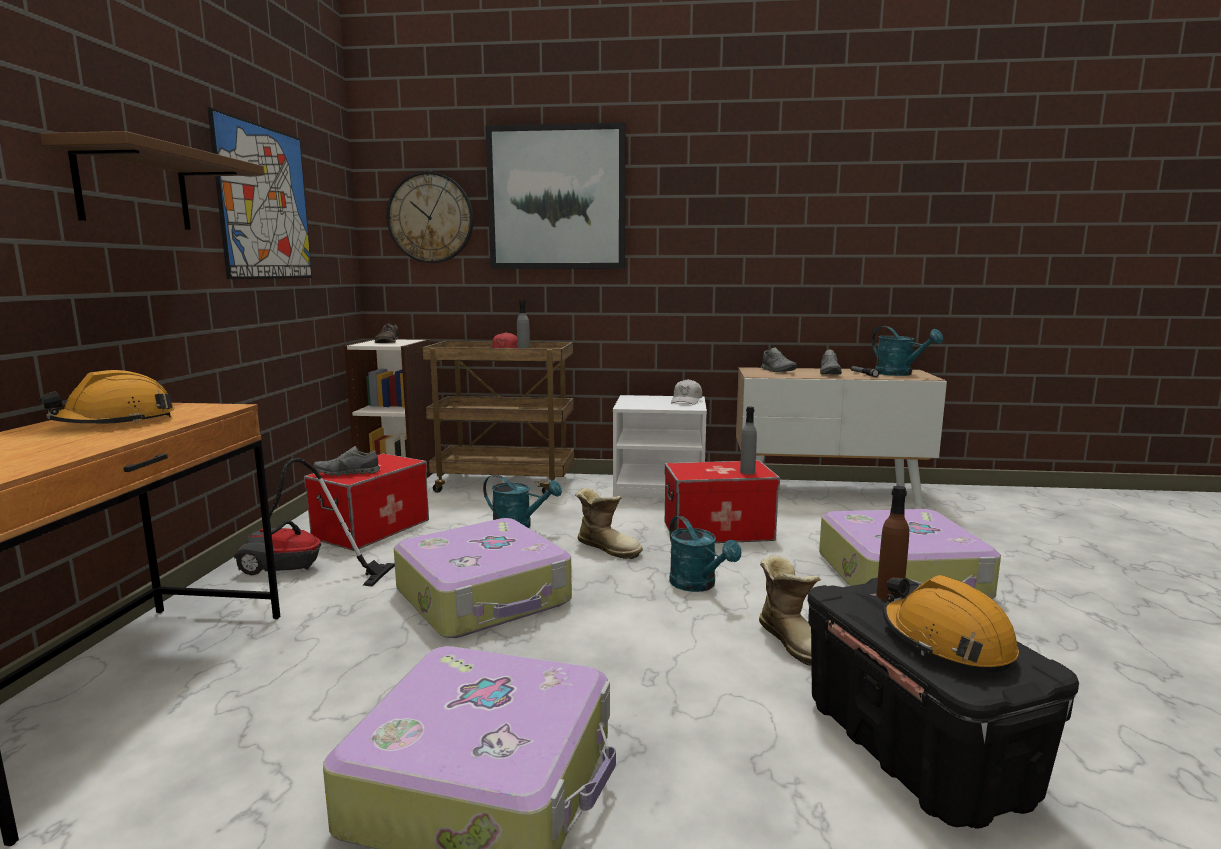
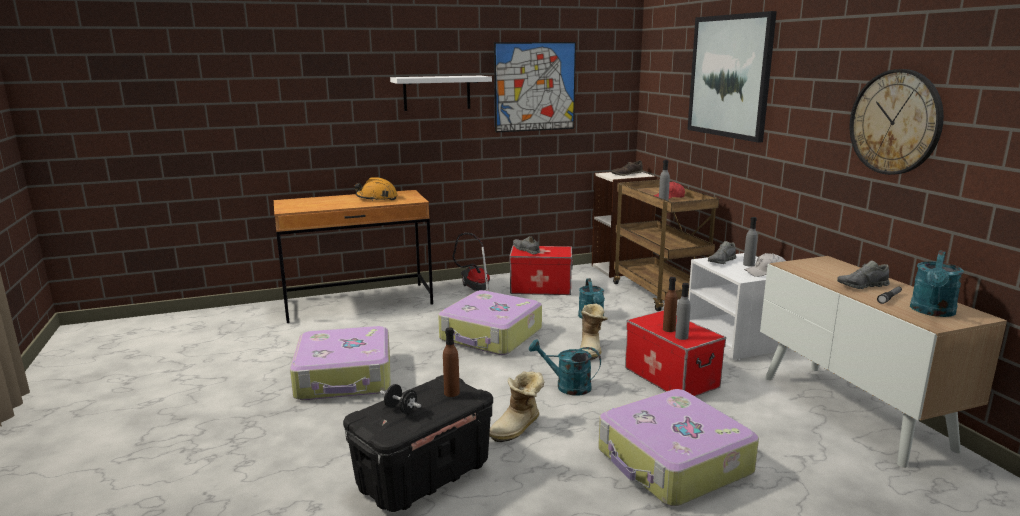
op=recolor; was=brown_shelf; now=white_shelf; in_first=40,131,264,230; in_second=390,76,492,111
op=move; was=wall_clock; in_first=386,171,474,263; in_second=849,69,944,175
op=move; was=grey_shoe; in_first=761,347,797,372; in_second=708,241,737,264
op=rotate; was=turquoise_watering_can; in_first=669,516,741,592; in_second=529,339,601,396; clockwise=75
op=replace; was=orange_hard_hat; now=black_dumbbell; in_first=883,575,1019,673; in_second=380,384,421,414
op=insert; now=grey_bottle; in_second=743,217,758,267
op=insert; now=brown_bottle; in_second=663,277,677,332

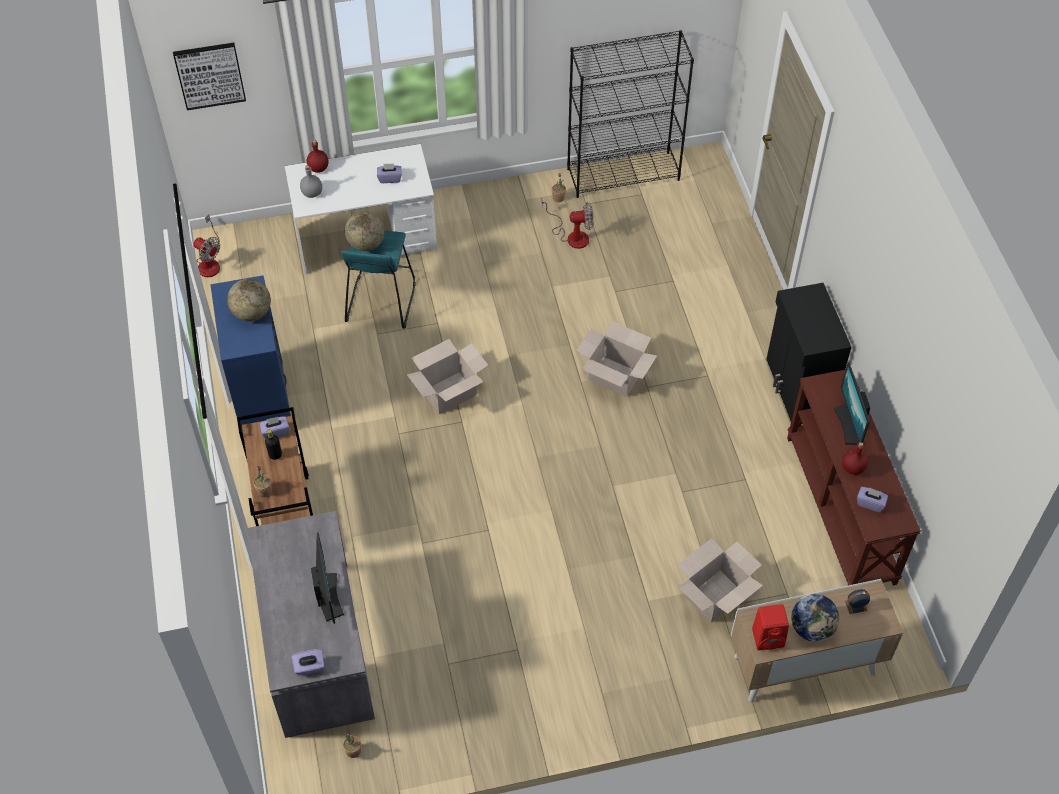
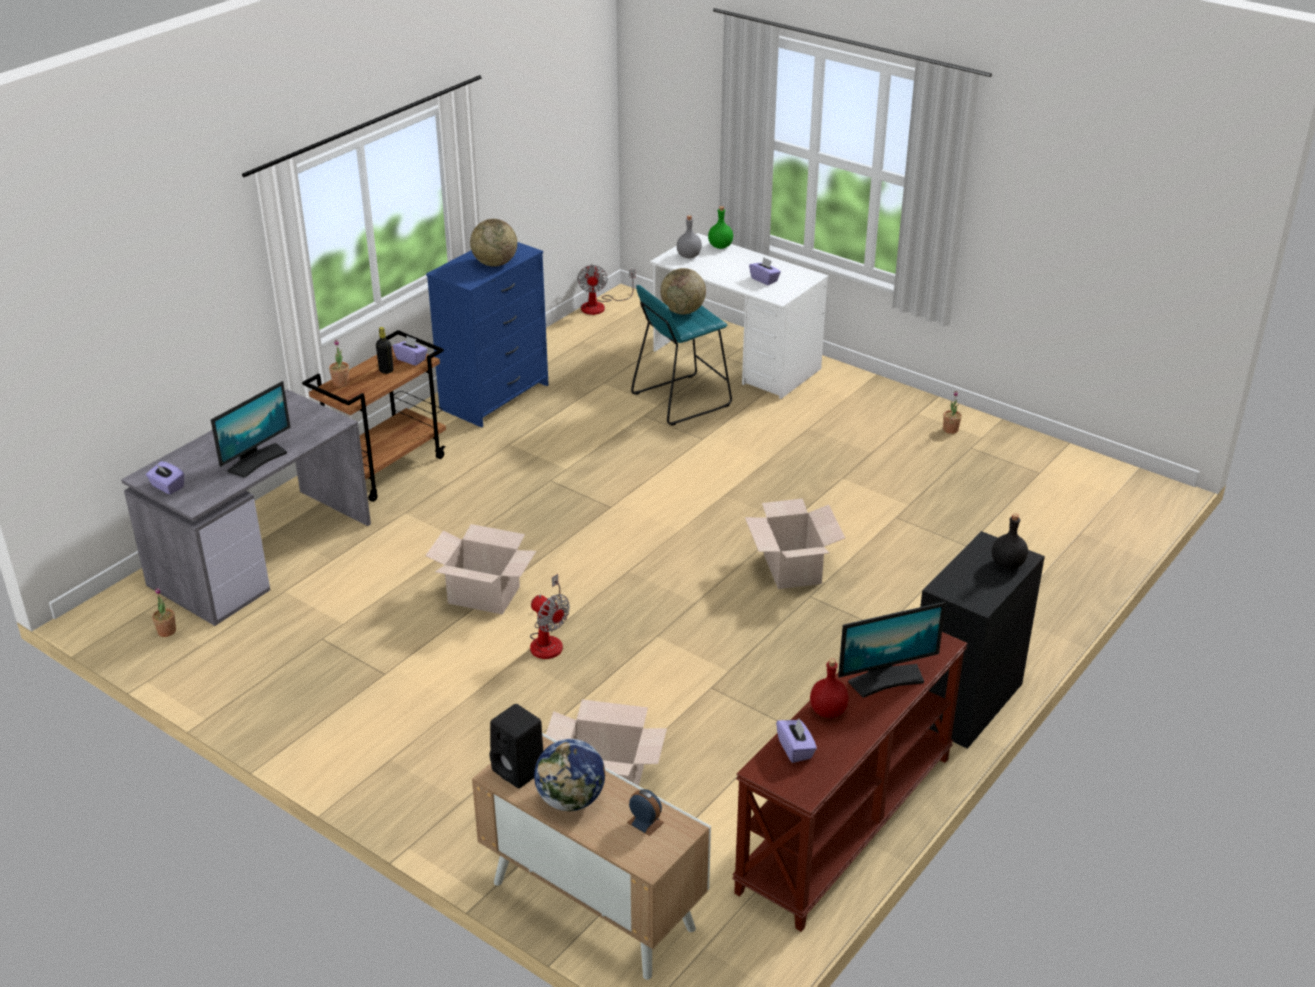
op=delete; was=black_bookcase; in_first=567,30,694,198
op=delete; was=picture; in_first=173,43,246,110
op=recolor; was=red_bottle; now=green_bottle; in_first=307,140,328,173; in_second=708,206,733,249
op=move; was=fan; in_first=542,200,594,249; in_second=530,574,570,659
op=move; was=cardboard_box; in_first=407,339,488,414; in_second=425,524,536,615
op=rotate; was=monitor; in_first=833,362,870,445; in_second=838,602,946,698; clockwise=-150
op=recolor; was=red_speaker; now=black_speaker; in_first=752,604,789,650; in_second=490,704,543,788
op=insert; now=black_bottle; in_second=992,514,1028,569

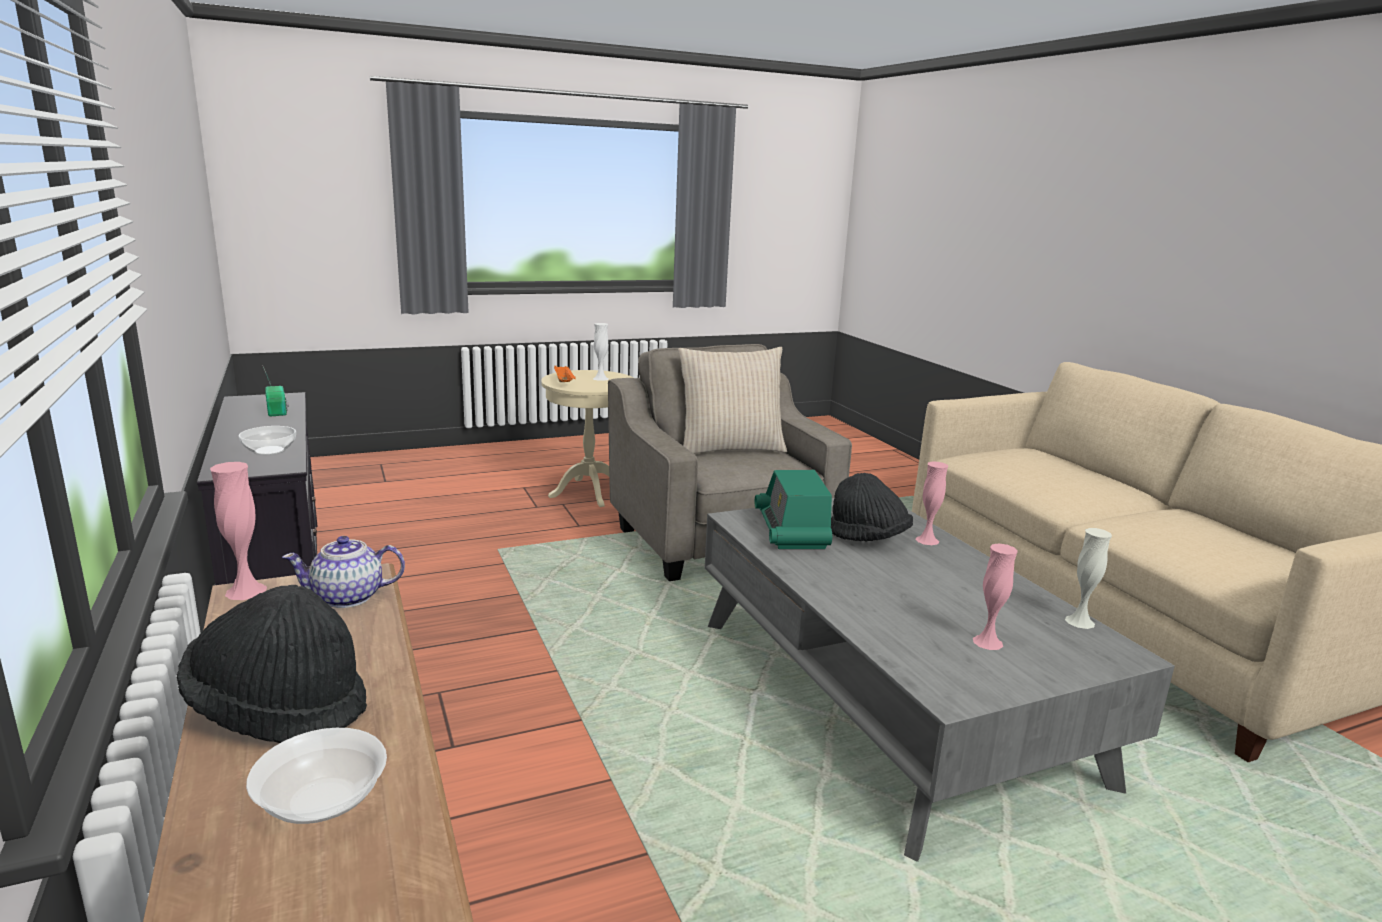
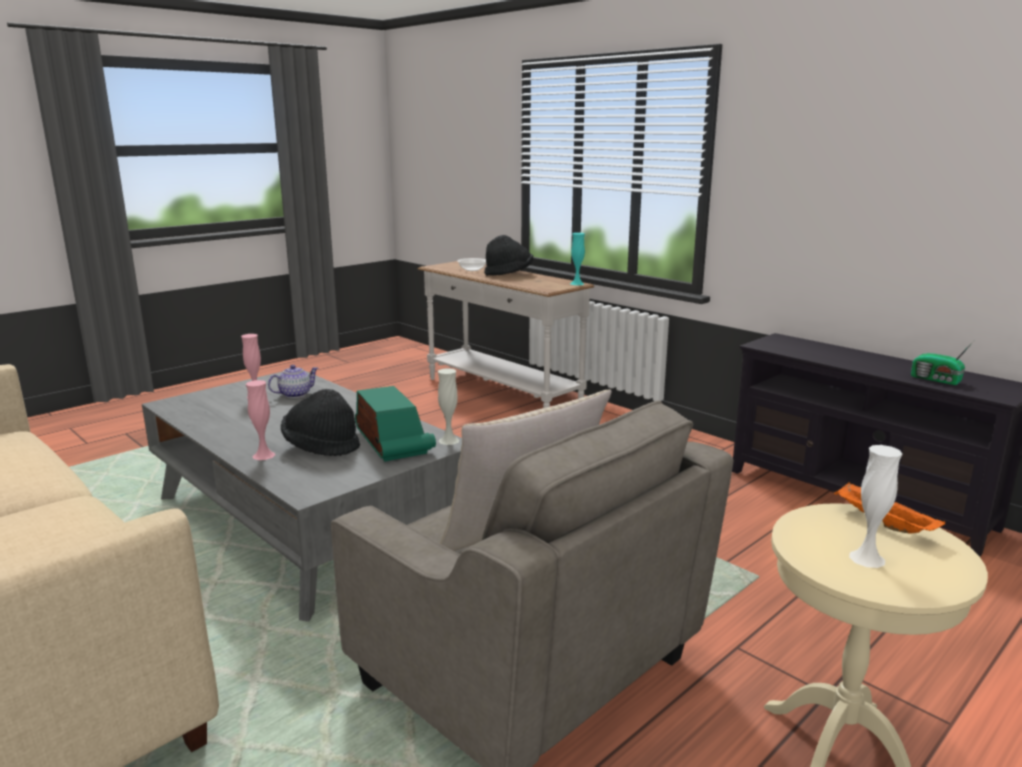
op=delete; was=bowl; in_first=239,426,296,455
op=recolor; was=pink_vase; now=turquoise_vase; in_first=210,462,267,600; in_second=570,233,585,285
op=move; was=white_vase; in_first=1065,528,1112,629; in_second=438,368,460,445
op=move; was=teapot; in_first=282,536,405,608; in_second=268,365,318,398

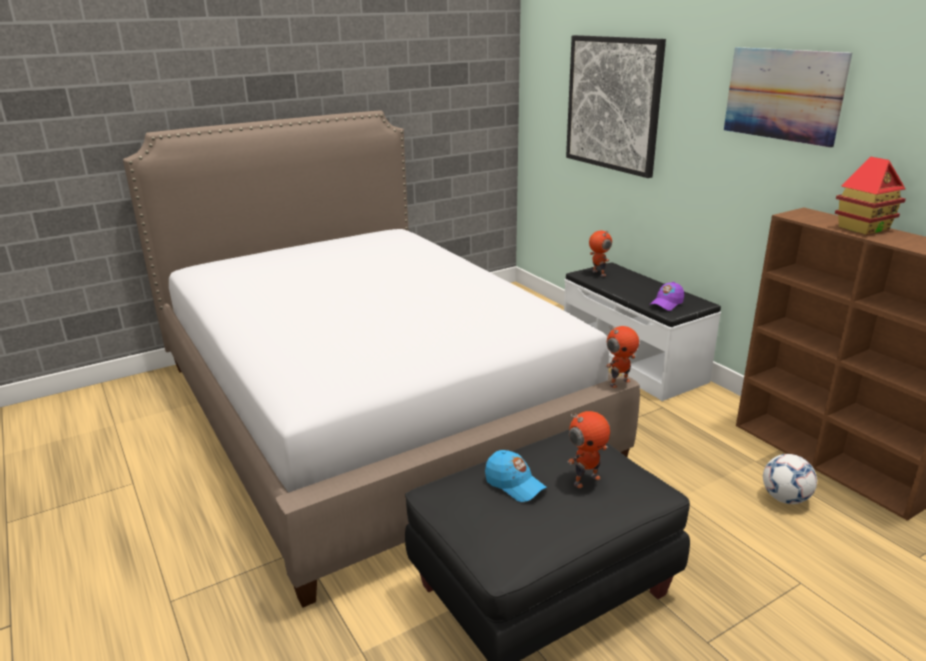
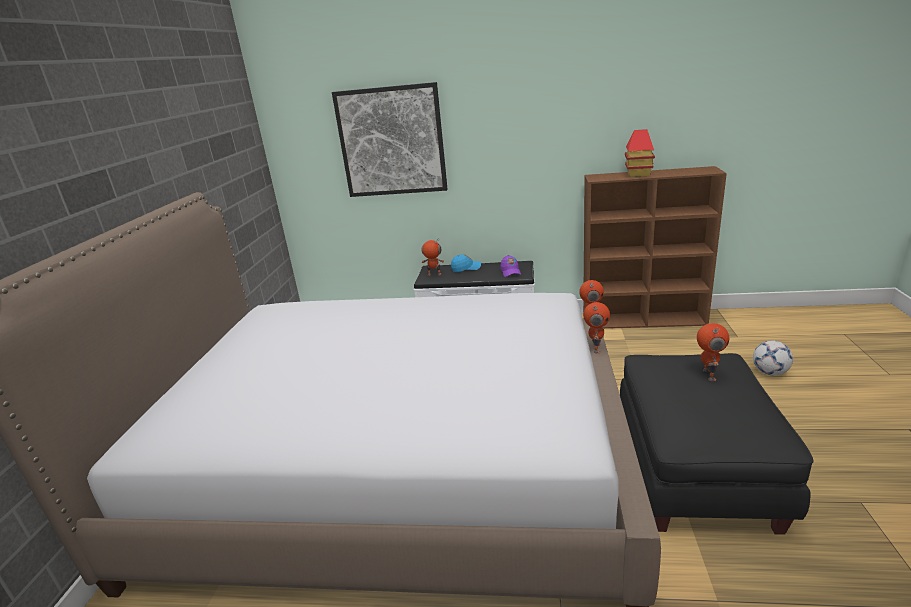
op=delete; was=picture; in_first=724,47,852,148
op=move; was=blue_cap; in_first=485,450,547,502; in_second=451,255,481,272
op=move; was=football; in_first=763,454,817,504; in_second=753,340,793,375
op=insert; now=toy_robot; in_second=583,302,610,354

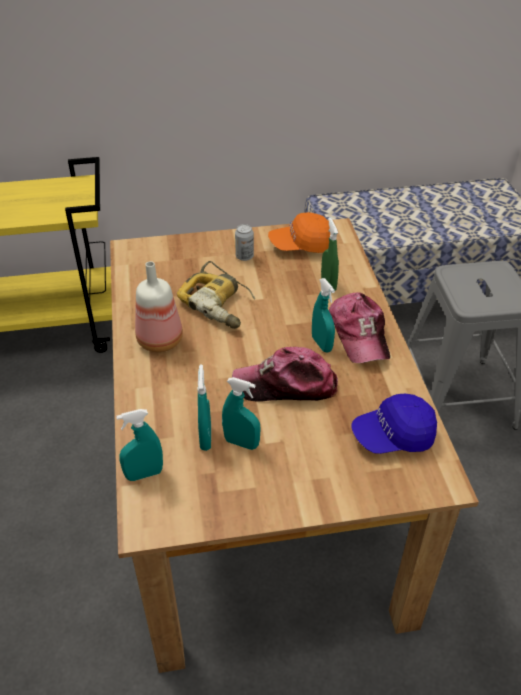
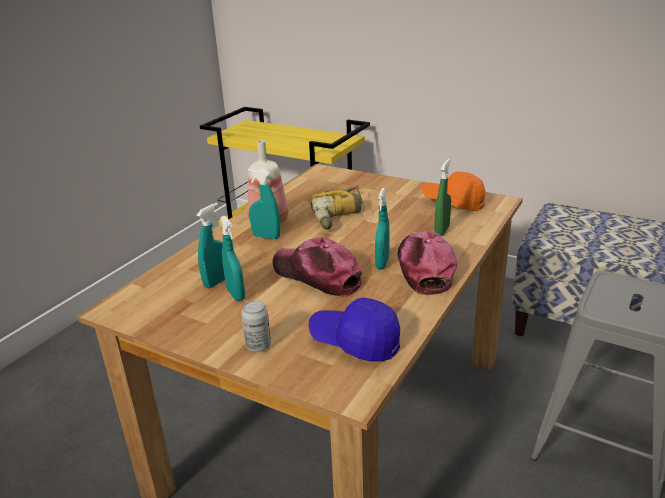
op=move; was=can; in_first=235,224,254,261; in_second=241,301,271,352
op=rotate; was=cap; in_first=329,293,390,363; in_second=398,231,457,295; clockwise=150
op=move; was=turquoise_spray_bottle; in_first=116,409,163,481; in_second=248,168,280,239

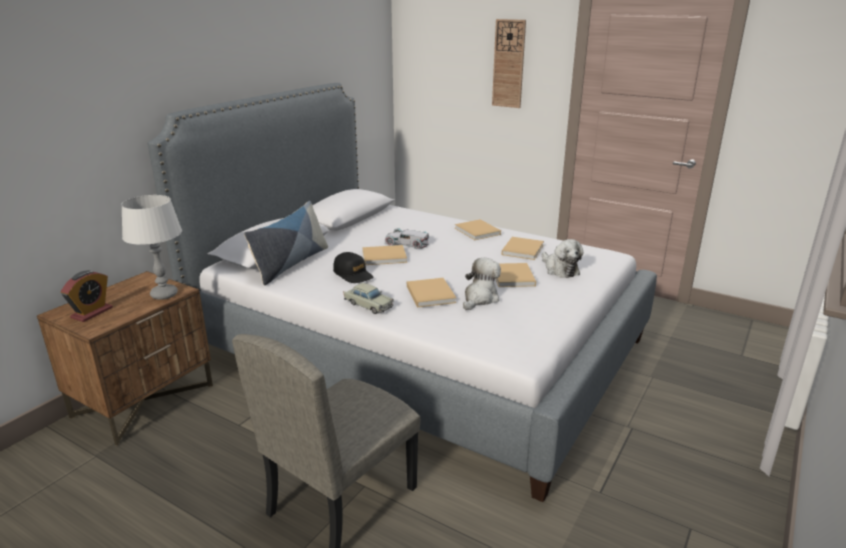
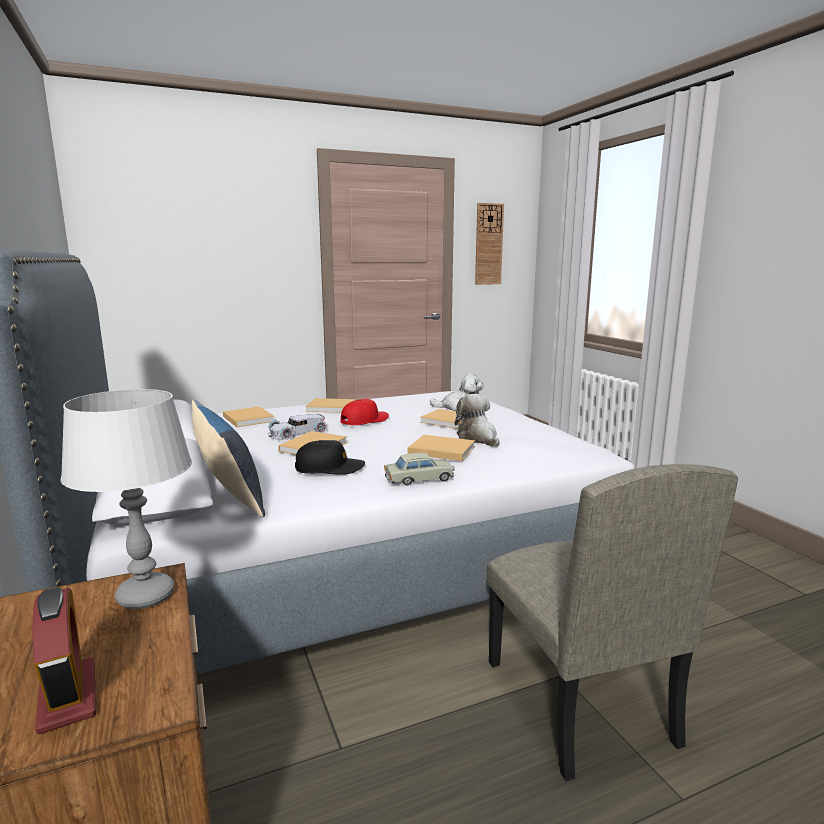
op=move; was=wall_clock; in_first=492,19,526,108; in_second=475,203,504,285
op=move; was=beige_book; in_first=502,237,544,260; in_second=223,407,275,427
op=insert; now=red_cap; in_second=340,399,389,425

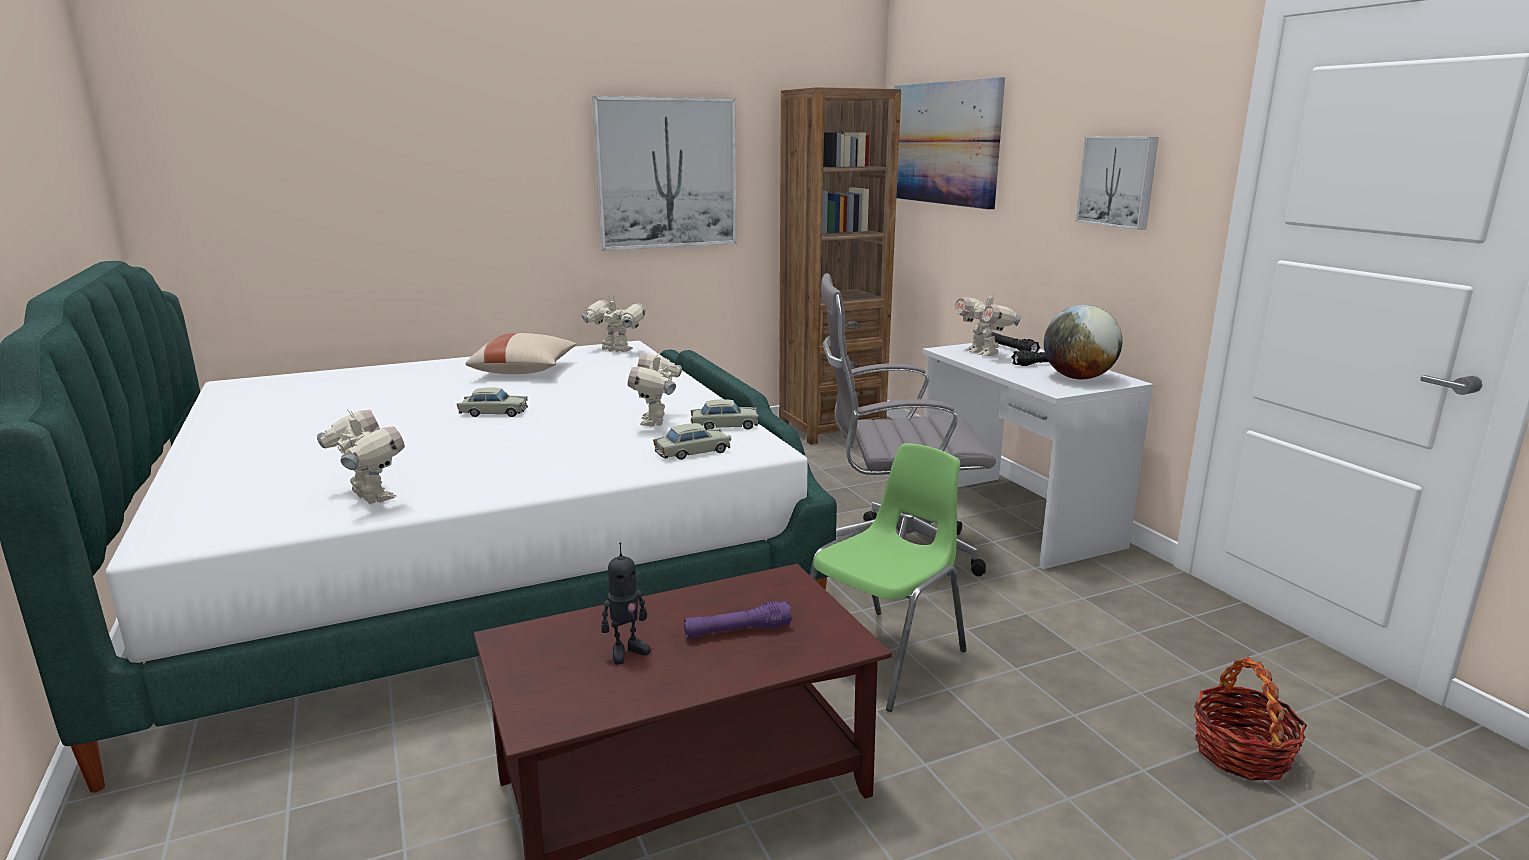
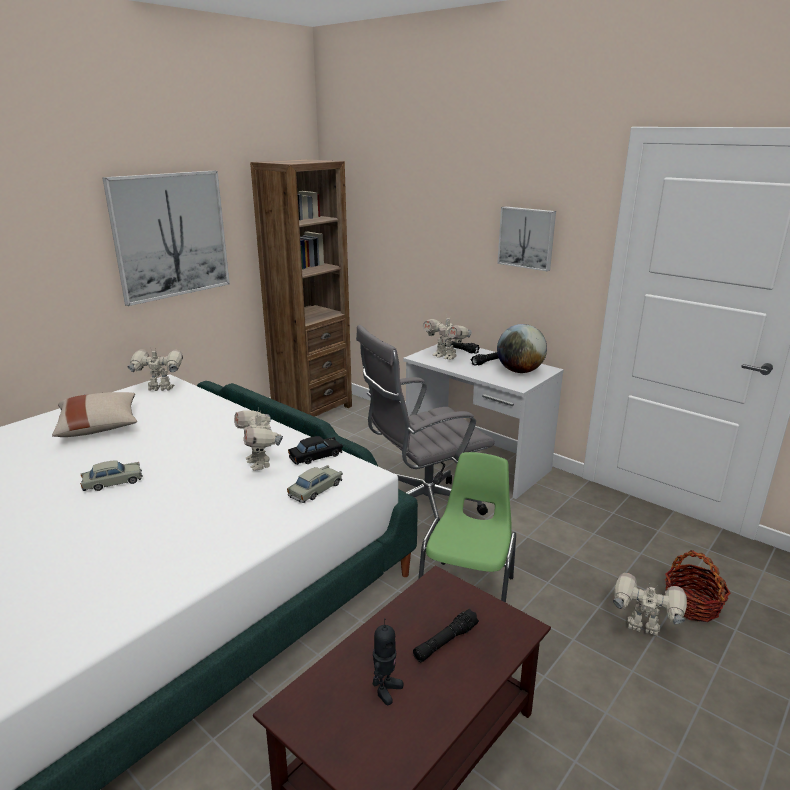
op=delete; was=picture; in_first=894,77,1005,210
op=recolor; was=beige_toy_car; now=black_toy_car; in_first=691,399,759,430; in_second=288,436,343,465
op=move; was=toy_robot; in_first=317,409,405,504; in_second=613,573,687,637
op=recolor; was=purple_flashlight; now=black_flashlight; in_first=684,601,793,638; in_second=413,609,479,662

